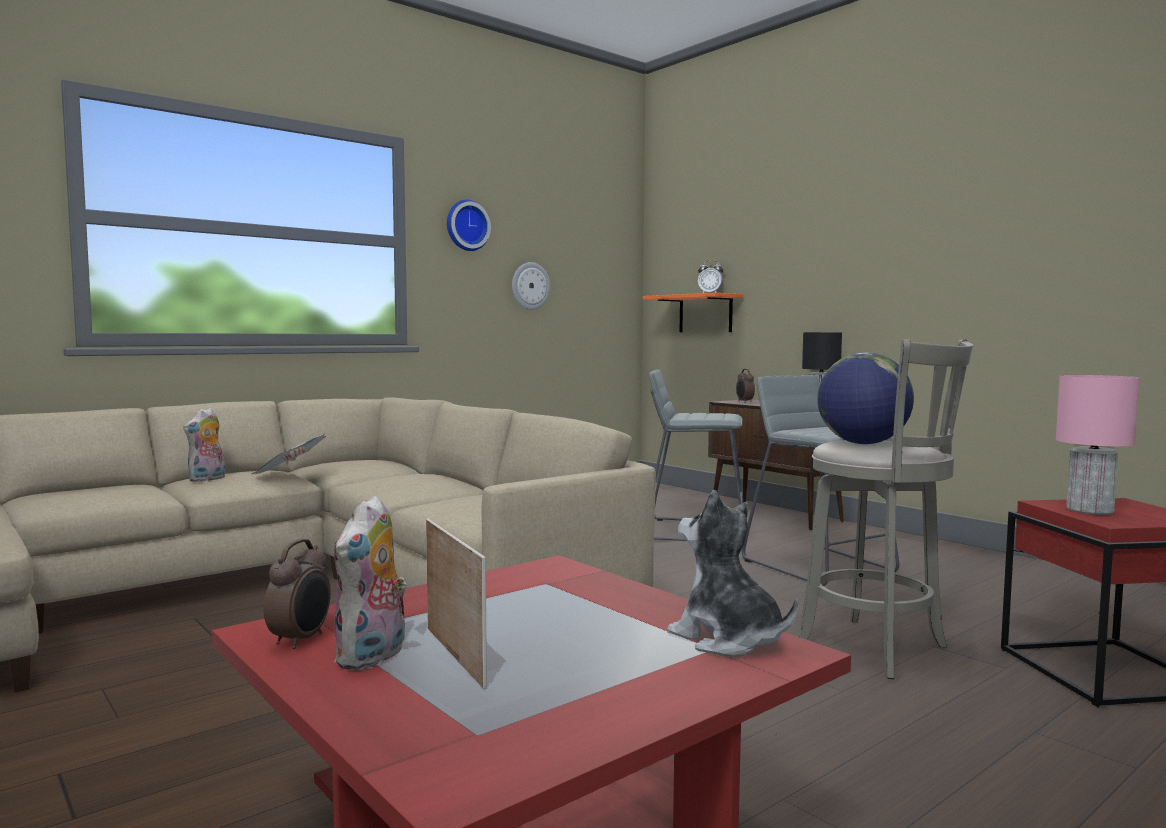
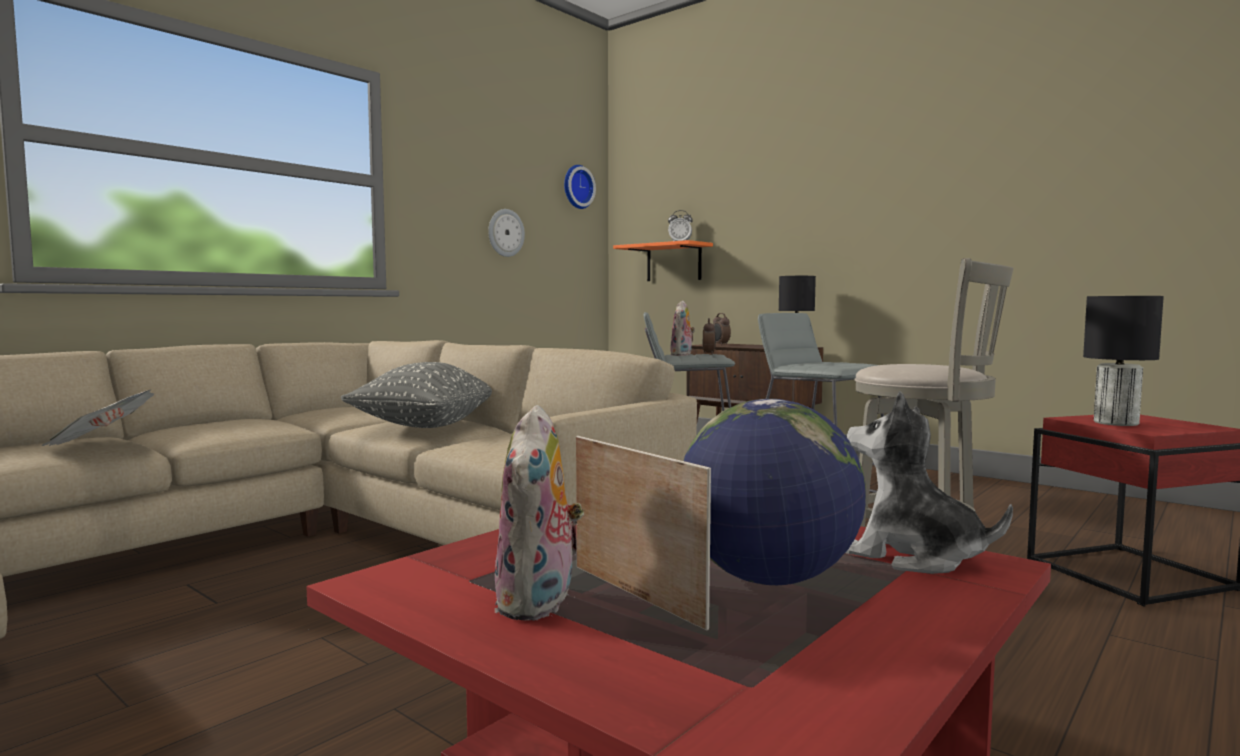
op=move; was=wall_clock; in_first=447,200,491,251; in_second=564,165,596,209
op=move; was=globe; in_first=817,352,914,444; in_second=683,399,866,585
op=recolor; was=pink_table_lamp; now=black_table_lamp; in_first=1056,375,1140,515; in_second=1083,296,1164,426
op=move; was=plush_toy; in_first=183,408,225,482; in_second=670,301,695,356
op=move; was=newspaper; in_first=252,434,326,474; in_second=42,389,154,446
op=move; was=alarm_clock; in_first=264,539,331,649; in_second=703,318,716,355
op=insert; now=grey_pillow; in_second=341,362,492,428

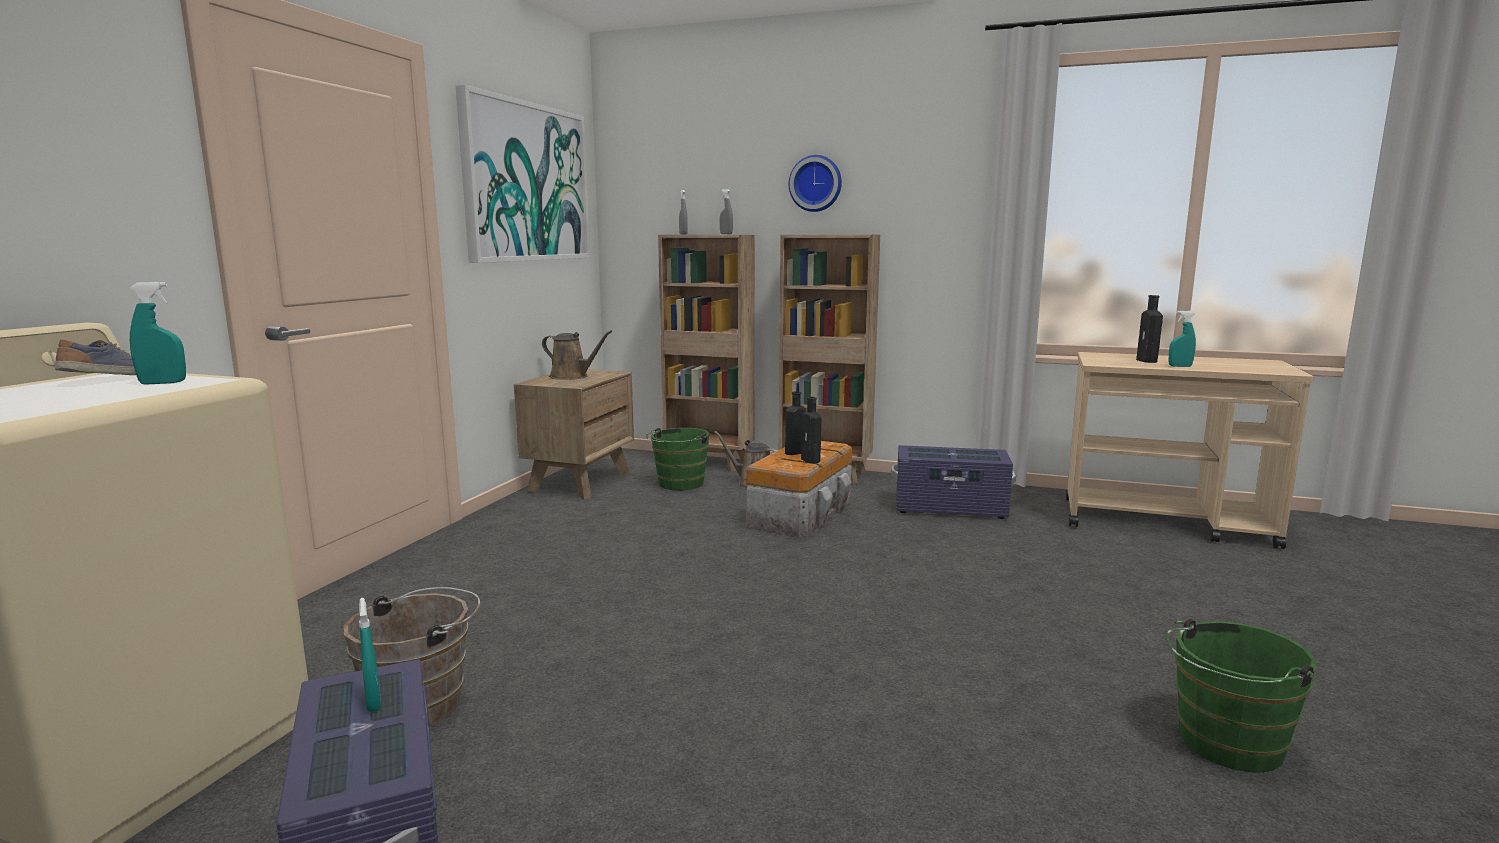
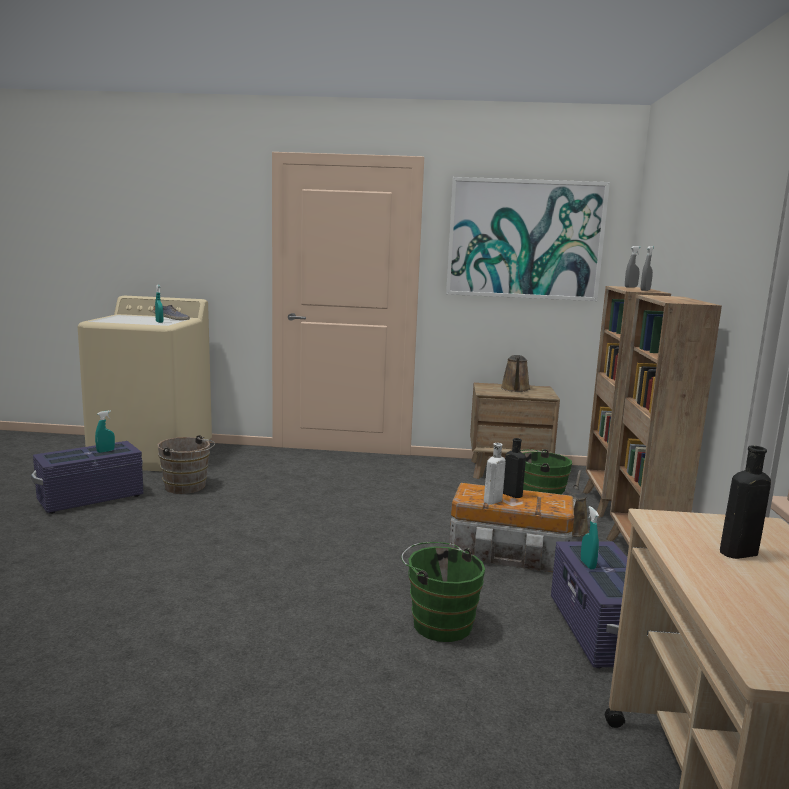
op=delete; was=wall_clock; in_first=789,155,842,212
op=move; was=turquoise_spray_bottle; in_first=1169,311,1196,367; in_second=581,506,599,569
op=recolor; was=black_bottle; now=white_bottle; in_first=801,397,821,463; in_second=484,443,506,504
op=move; was=green_bucket; in_first=1166,619,1317,773; in_second=401,542,485,642

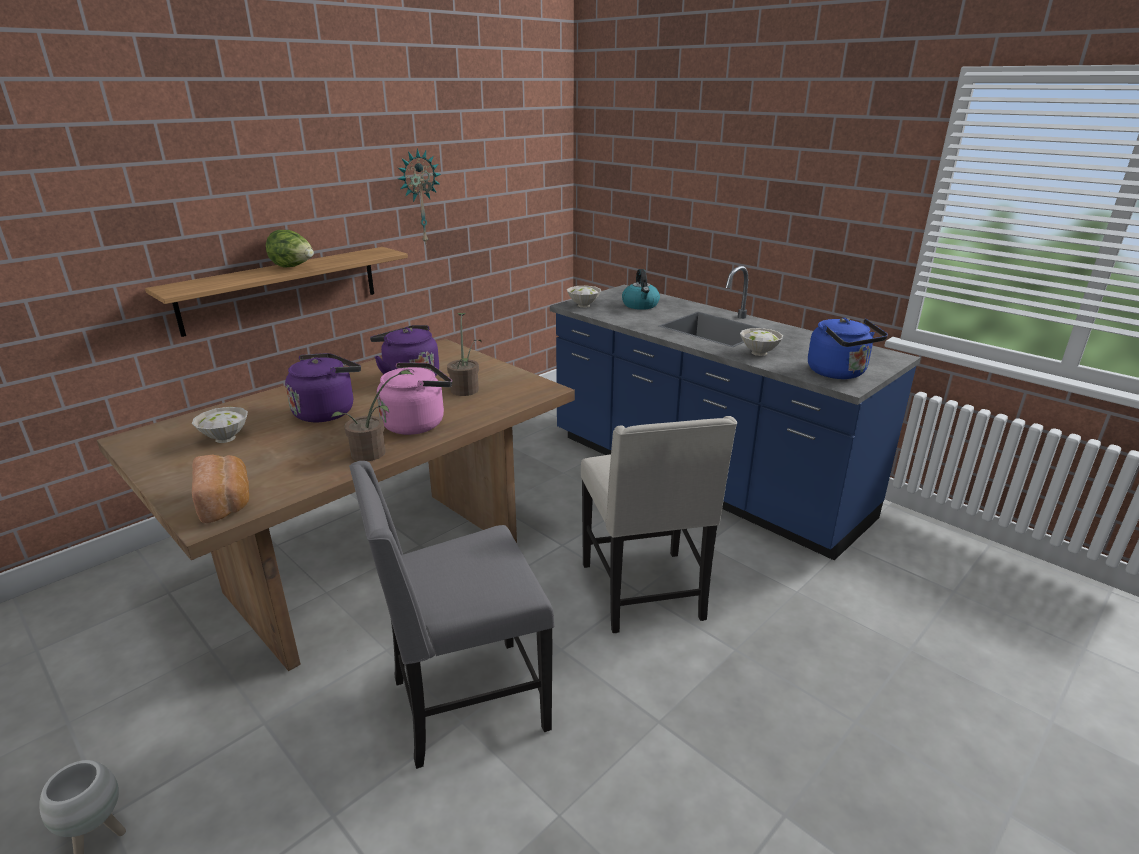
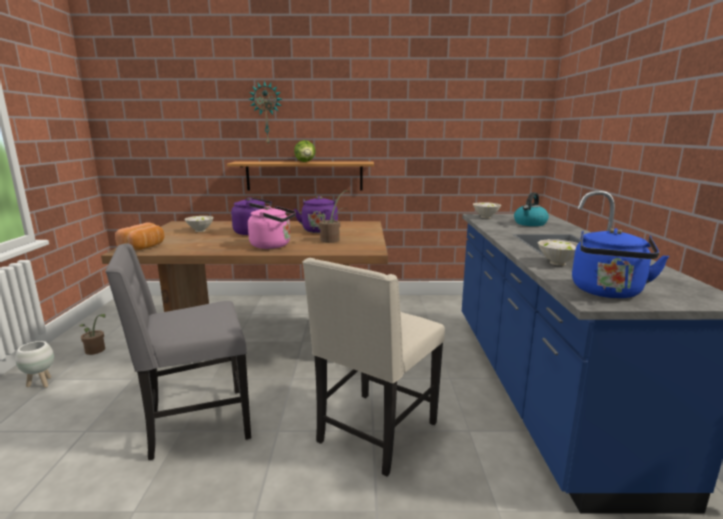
op=move; was=wall_clock; in_first=398,148,441,244; in_second=249,80,282,144
op=move; was=potted_plant; in_first=331,370,413,461; in_second=79,314,105,355
op=rotate; was=grey_chair; in_first=349,461,555,769; in_second=105,243,251,461; clockwise=-45

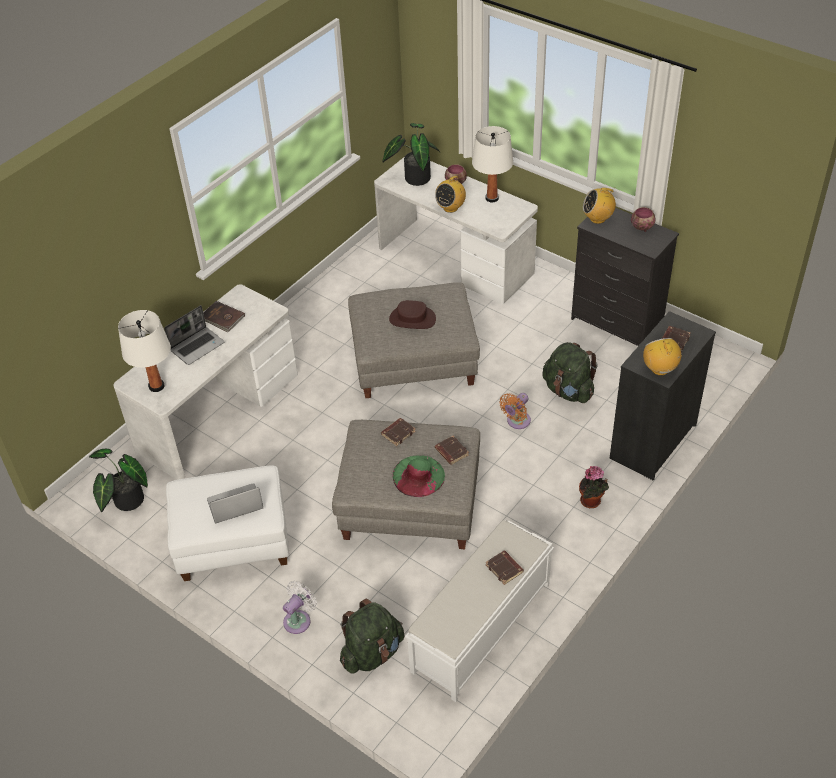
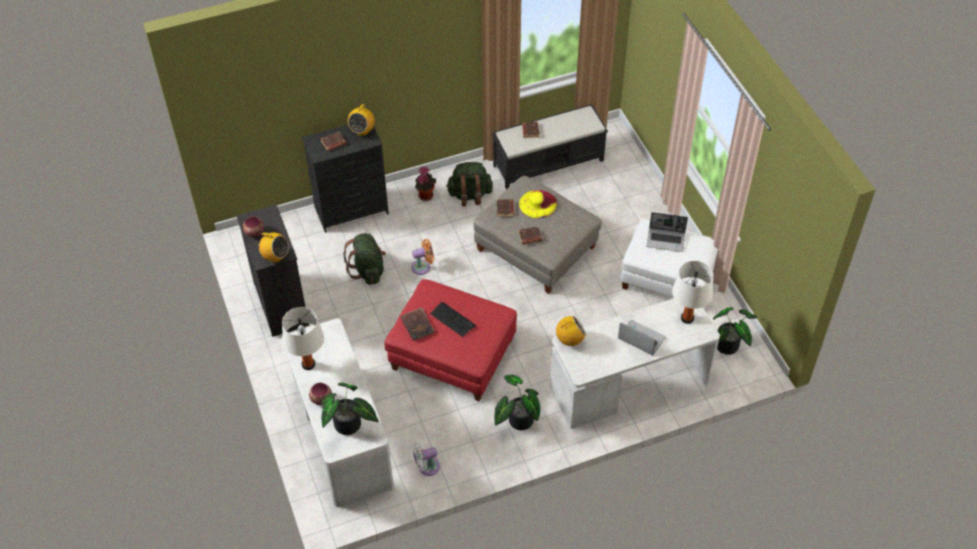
op=move; was=radio; in_first=435,176,466,213; in_second=556,316,586,346
op=recolor; was=grey_ottoman; now=red_ottoman; in_first=348,282,480,398; in_second=384,279,517,402
op=replace; was=brown_hat; now=keyboard; in_first=389,300,436,329; in_second=430,302,476,337
op=move; was=brown_book; in_first=203,301,245,332; in_second=401,308,434,341
op=rotate; was=laptop; in_first=164,305,224,365; in_second=618,320,665,356; clockwise=45
op=recolor; was=green_hat; now=yellow_hat; in_first=393,455,445,497; in_second=519,190,557,219
op=recolor; was=white_bench; now=black_bench; in_first=405,520,554,702; in_second=492,104,608,190
op=move; was=white_fan; in_first=283,581,317,634; in_second=412,442,440,476
op=move; was=green_backpack; in_first=340,599,404,674; in_second=446,162,493,206
op=insert; now=potted_plant; in_second=494,374,541,430

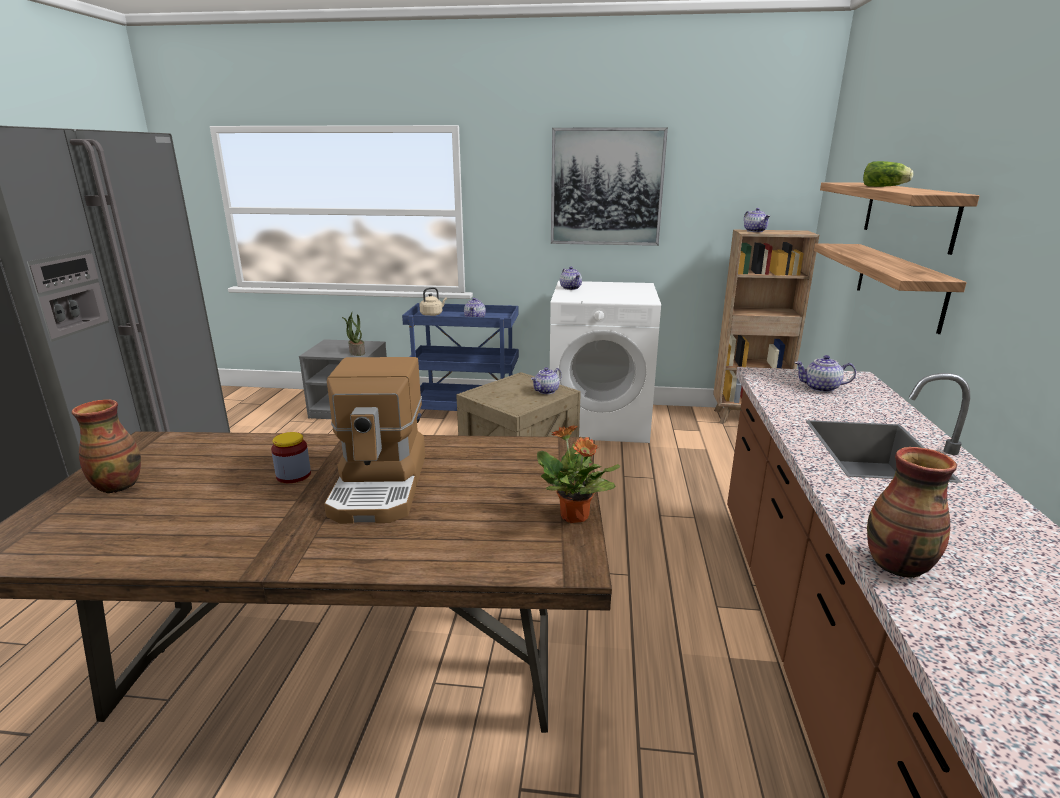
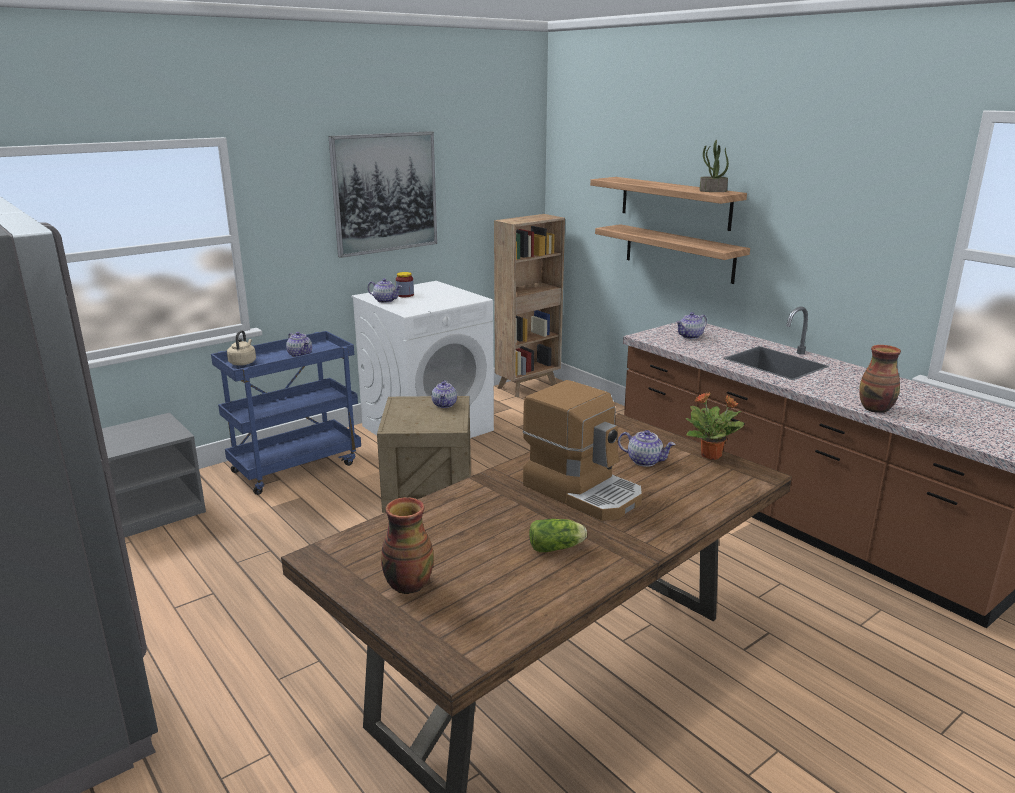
op=move; was=lettuce; in_first=863,161,913,187; in_second=529,519,587,552
op=move; was=teapot; in_first=744,208,770,232; in_second=618,430,675,467
op=move; was=potted_plant; in_first=342,312,365,356; in_second=699,140,729,192
op=move; was=jar; in_first=271,432,311,483; in_second=396,272,414,297

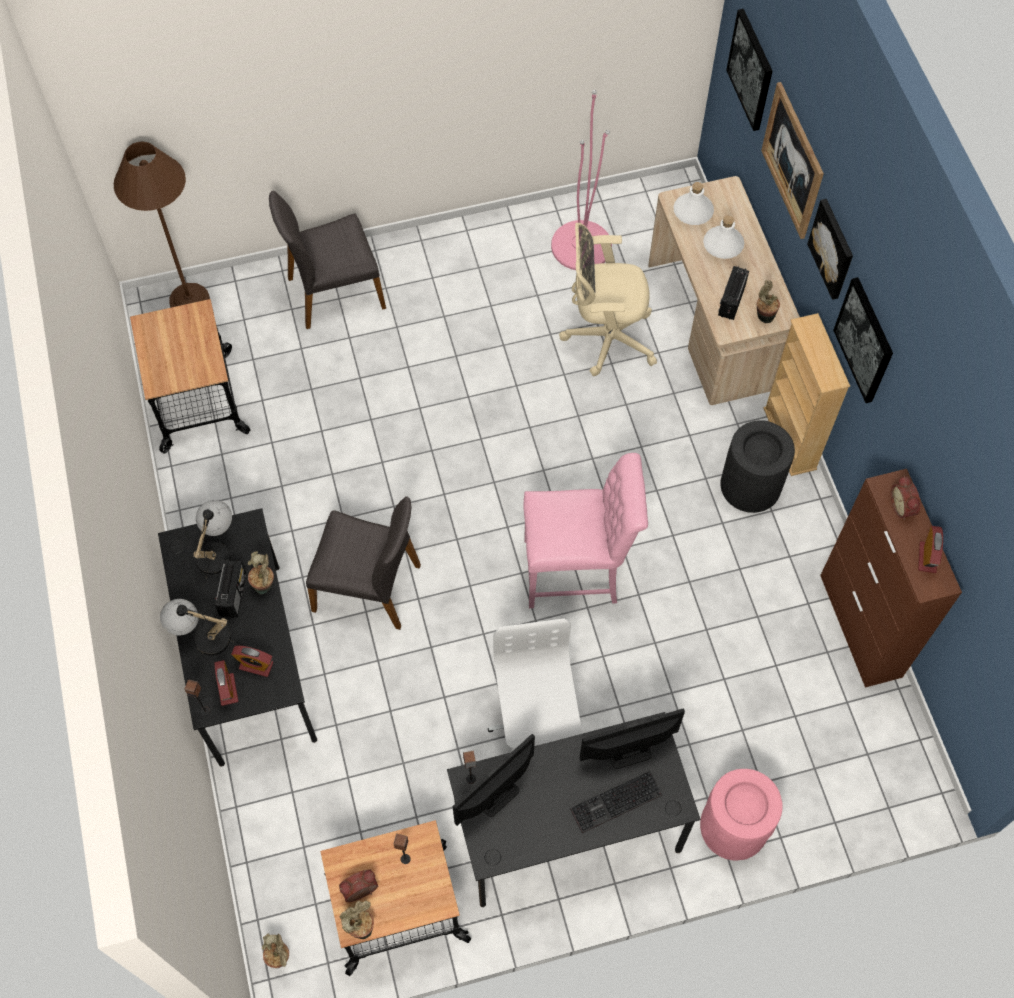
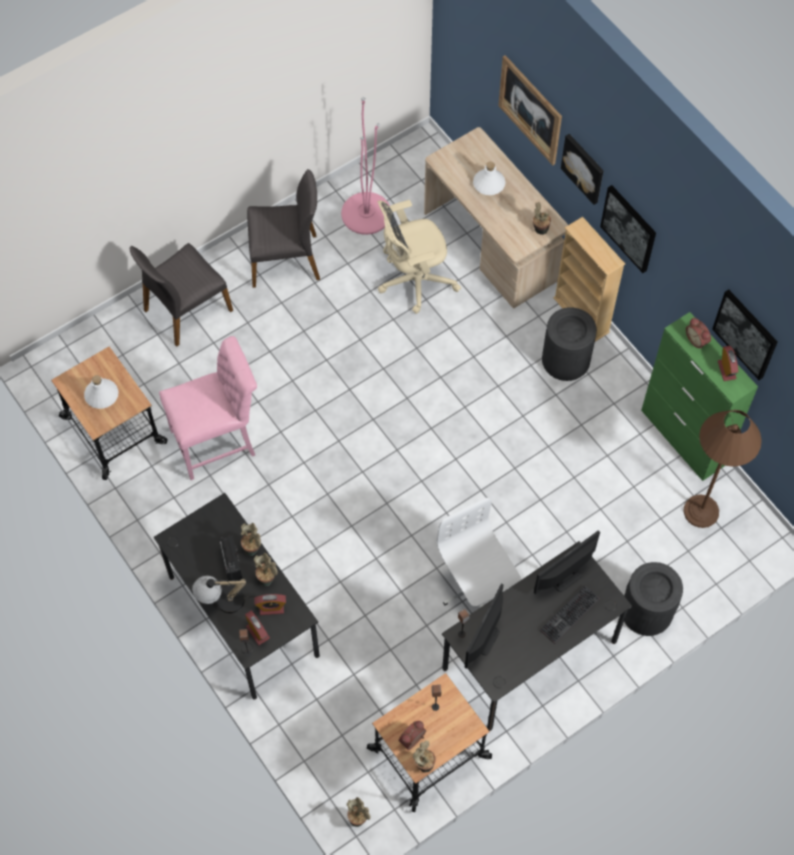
op=move; was=picture; in_first=726,9,772,131; in_second=712,290,777,380
op=move; was=brown_floor_lamp; in_first=114,141,210,307; in_second=683,410,762,528
op=move; was=white_bottle; in_first=674,182,714,225; in_second=84,375,118,409
op=delete; was=radio; in_first=718,266,749,320
op=move; was=pink_chair; in_first=524,453,648,608; in_second=159,336,257,480
op=recolor; was=brown_cabinet; now=green_cabinet; in_first=820,469,962,688; in_second=641,312,758,481
op=move; was=grey_chair; in_first=306,496,421,630; in_second=247,169,320,288
op=delete; was=table_lamp; in_first=193,500,232,586
op=recolor; was=pink_trash_can; now=black_trash_can; in_first=700,769,783,861; in_second=624,562,683,636
op=insert; now=potted_plant; in_second=254,553,278,586

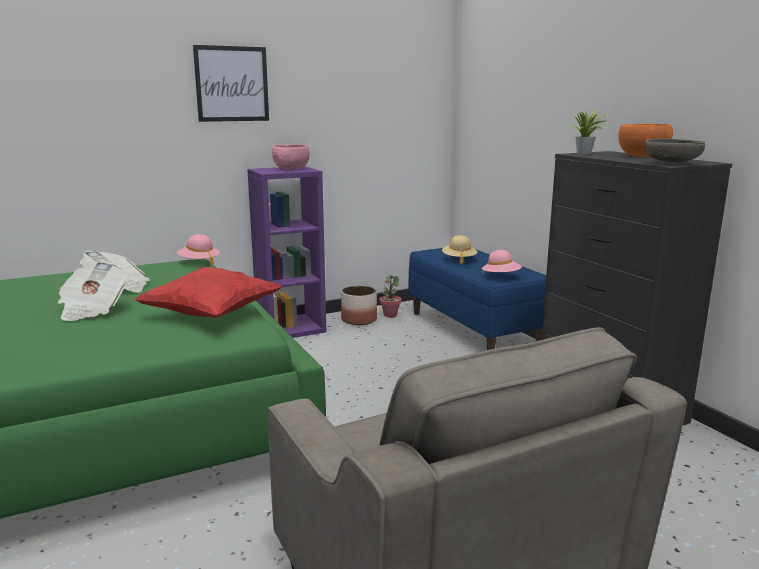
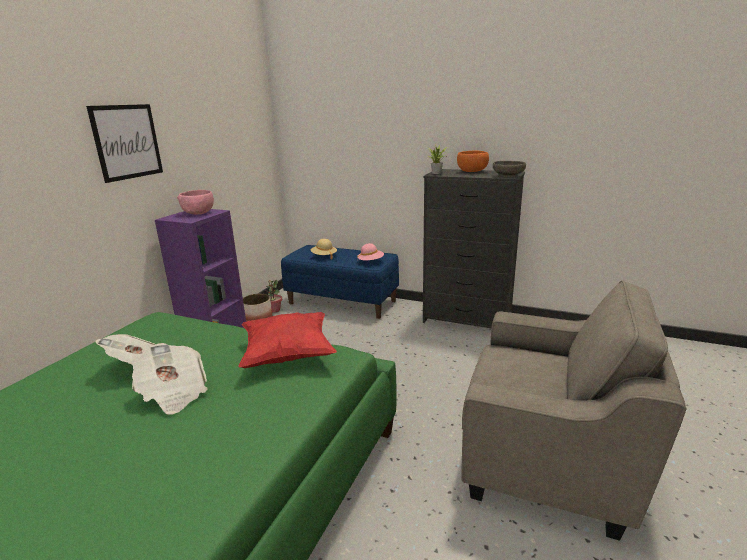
op=delete; was=pink_hat; in_first=177,234,220,266

